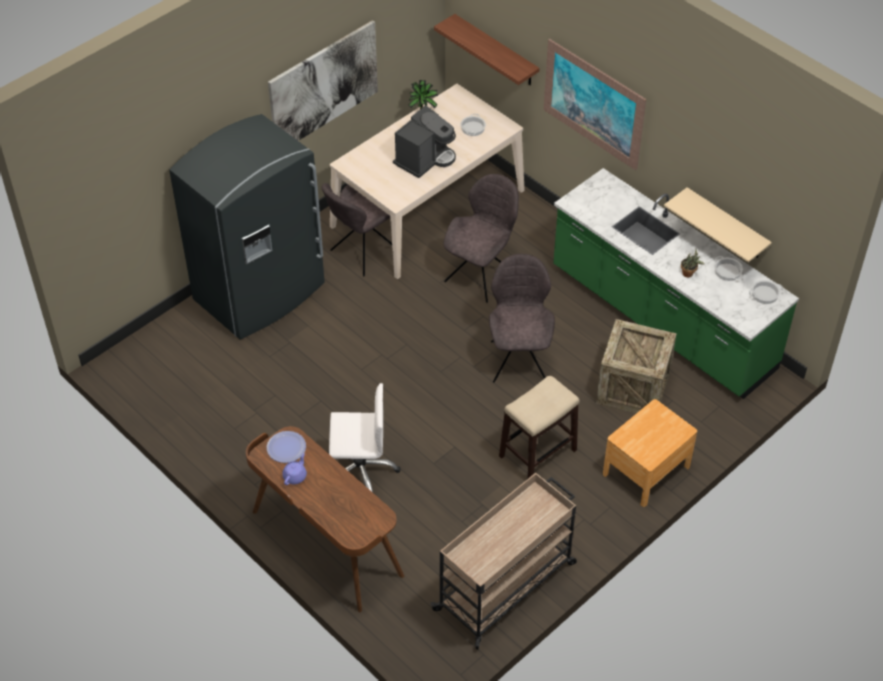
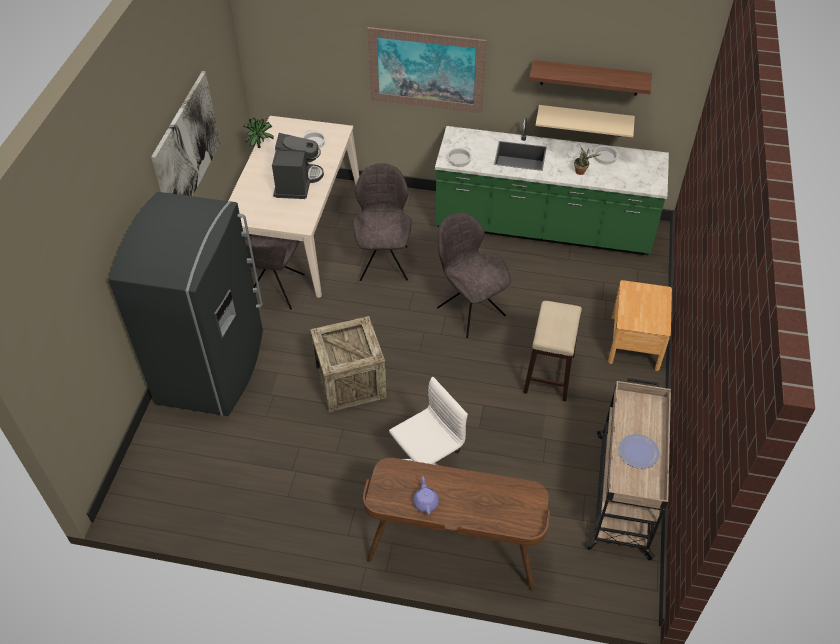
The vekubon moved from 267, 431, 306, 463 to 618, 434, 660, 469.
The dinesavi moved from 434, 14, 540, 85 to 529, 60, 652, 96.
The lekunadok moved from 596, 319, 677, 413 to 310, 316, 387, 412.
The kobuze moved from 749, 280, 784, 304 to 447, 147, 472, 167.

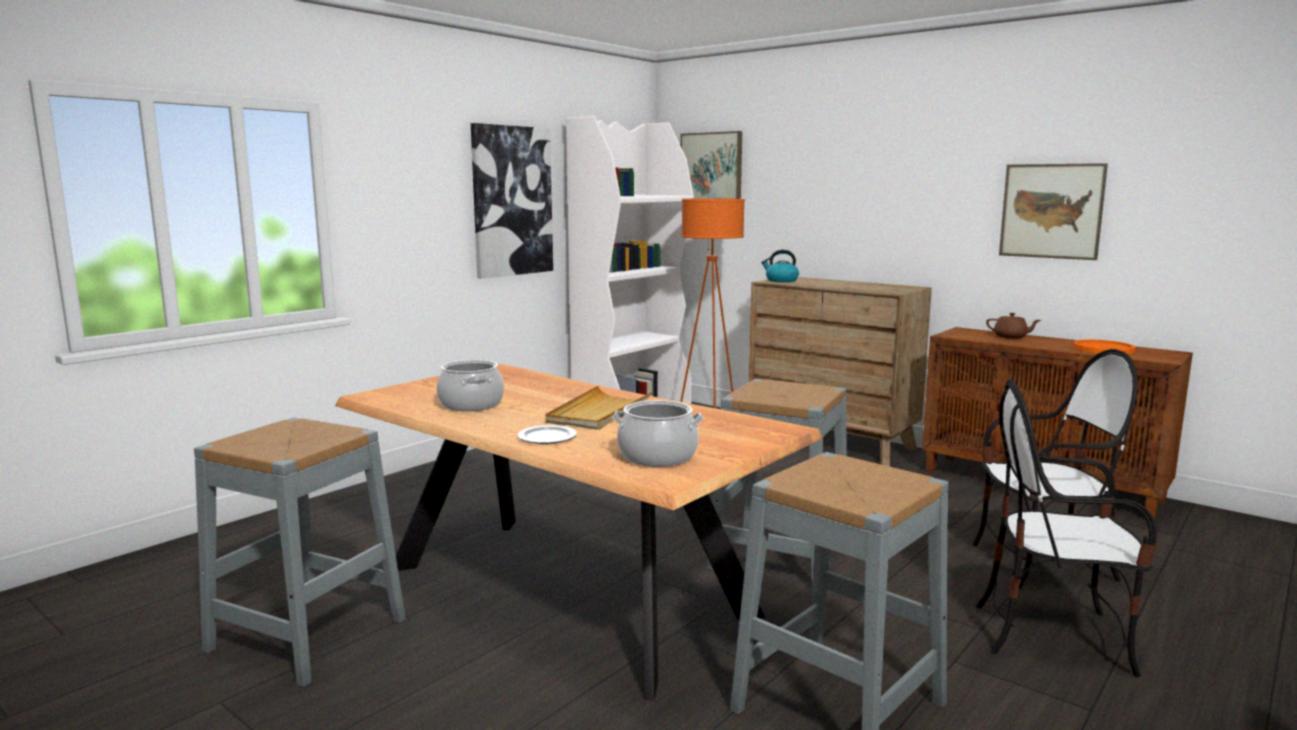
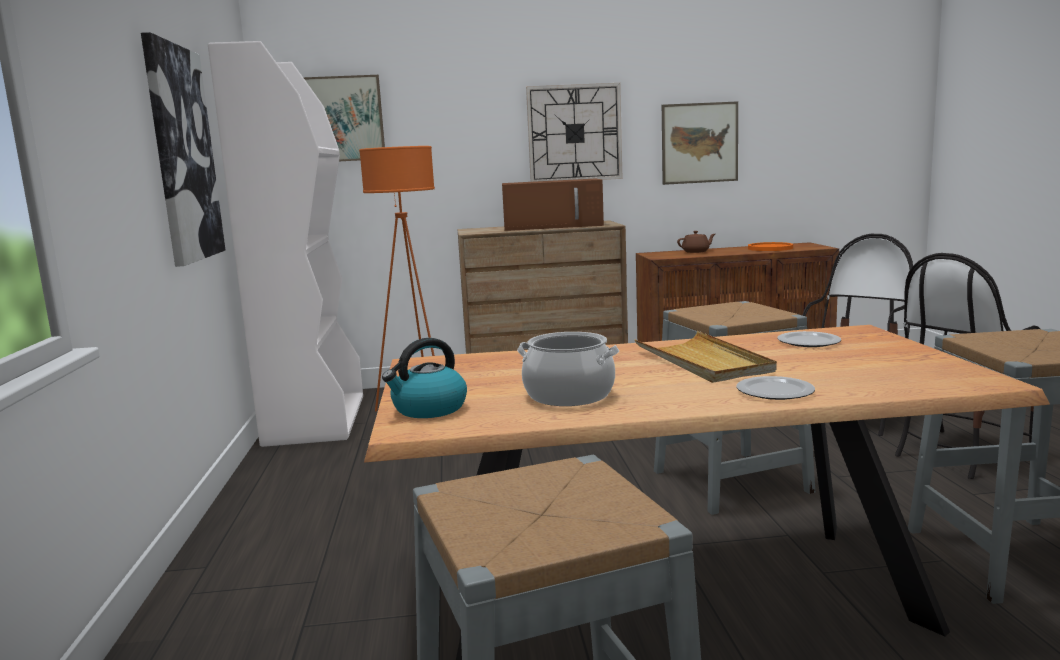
The kobuze at 613, 400, 703, 467 disappeared.
The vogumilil moved from 761, 250, 799, 282 to 382, 338, 467, 418.
The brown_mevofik at 502, 178, 604, 231 appeared.
The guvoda at 526, 83, 622, 182 appeared.
The vekubon at 777, 331, 841, 347 appeared.

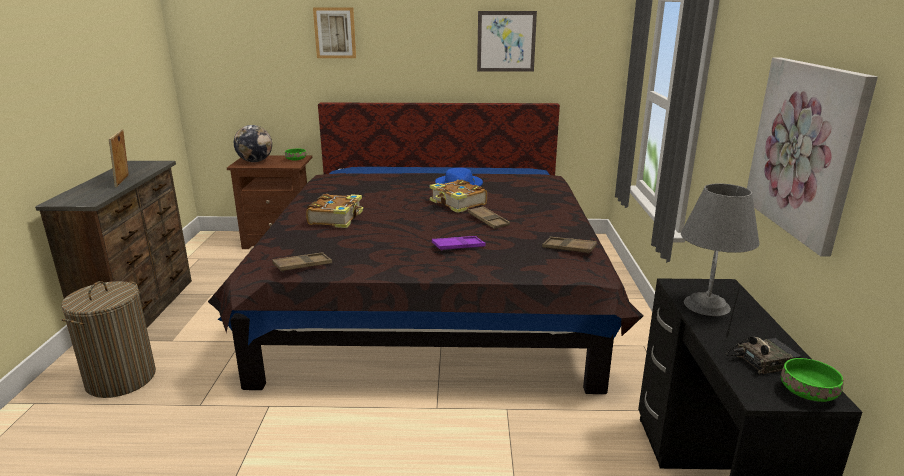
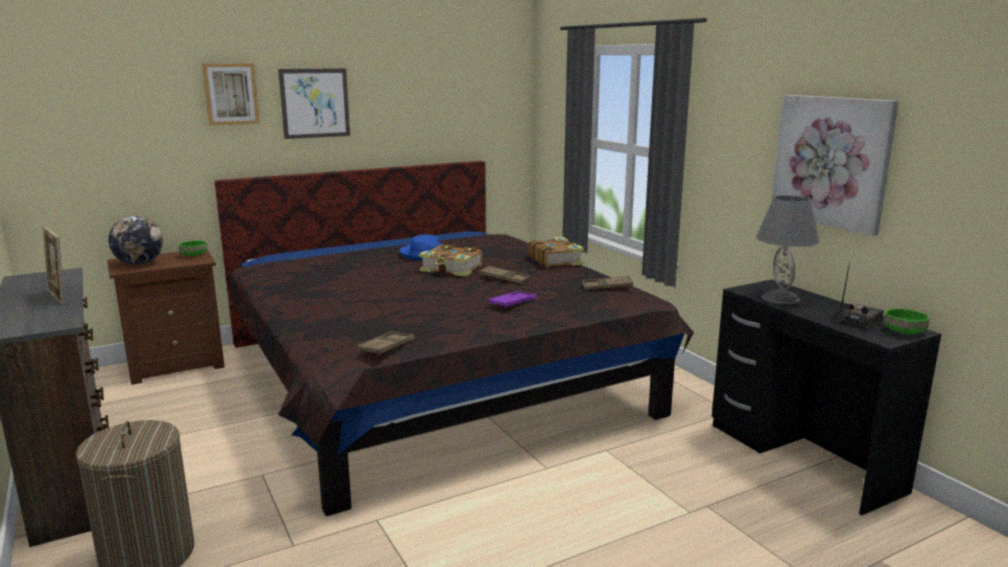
The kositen moved from 306, 194, 363, 228 to 528, 237, 584, 268.
The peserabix moved from 477, 11, 537, 72 to 278, 68, 350, 139.

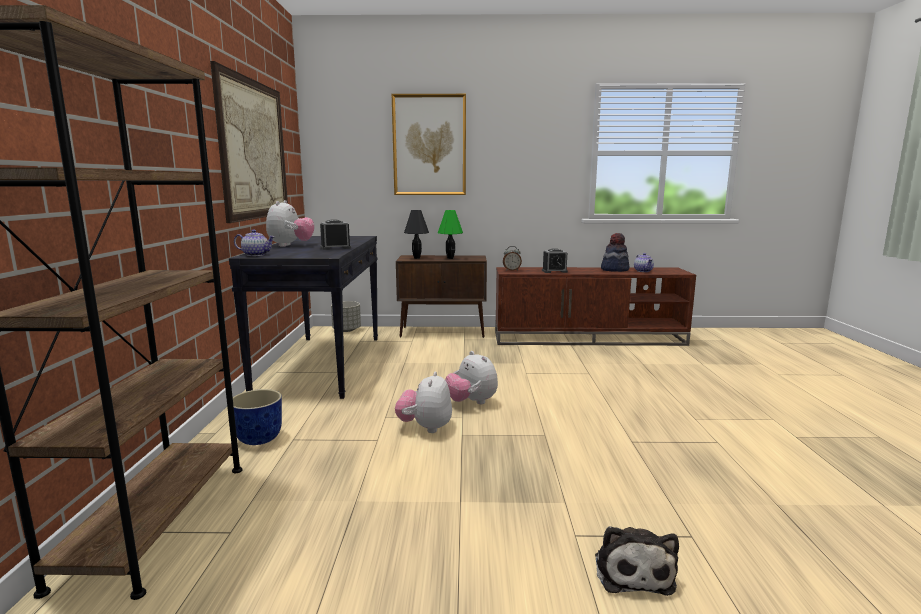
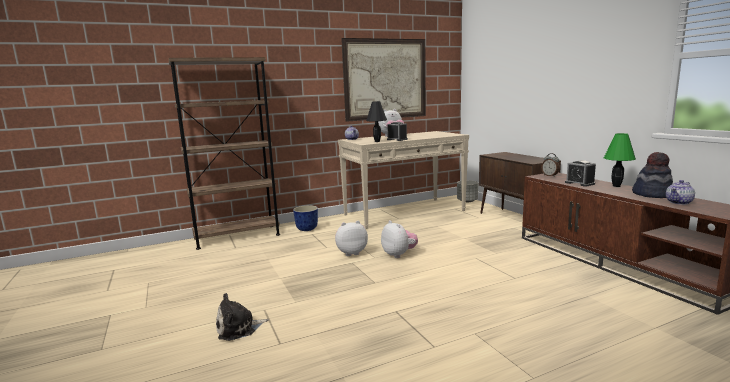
The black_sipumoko at 229, 236, 378, 399 became the beige_sipumoko at 338, 131, 469, 229.
The peserabix at 392, 94, 466, 195 disappeared.
The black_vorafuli moved from 404, 210, 429, 259 to 366, 101, 387, 142.
The green_vorafuli moved from 438, 210, 463, 259 to 604, 133, 636, 187.
The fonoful at 445, 351, 498, 404 turned 120 degrees clockwise.

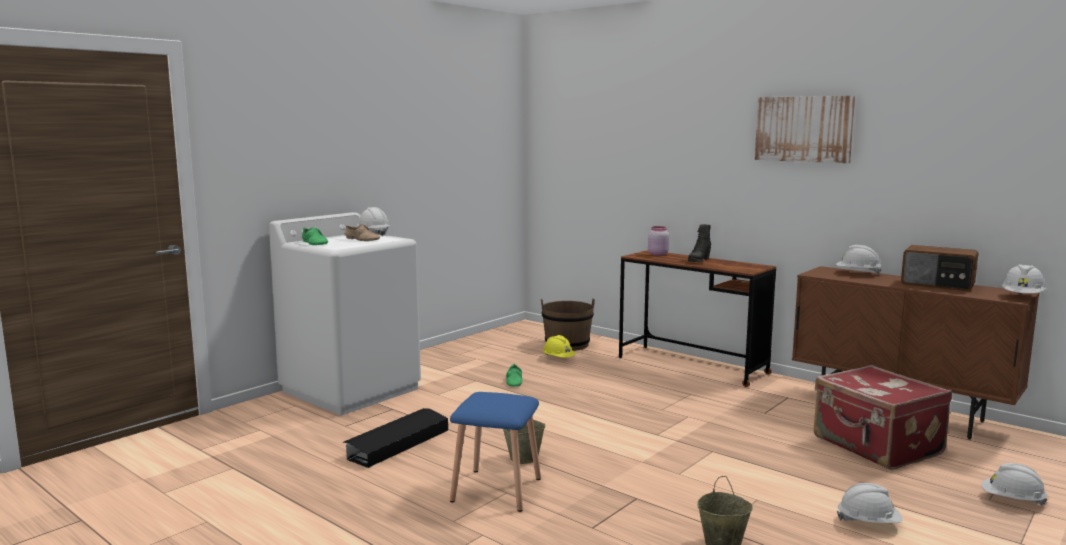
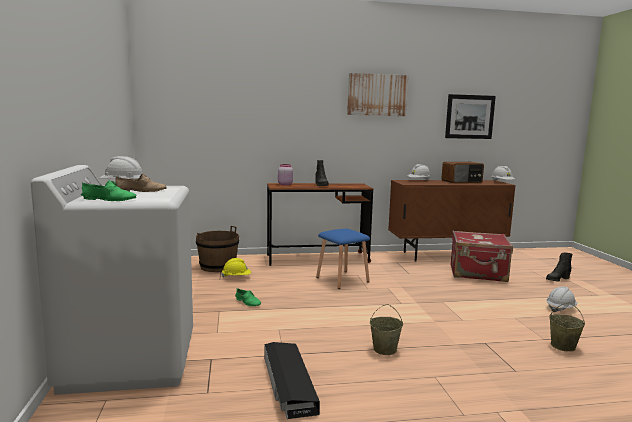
The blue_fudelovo moved from 450, 392, 541, 512 to 316, 229, 370, 289.
The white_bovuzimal at 981, 463, 1048, 505 was replaced by the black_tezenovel at 546, 253, 572, 281.
The peserabix at 445, 94, 496, 139 appeared.

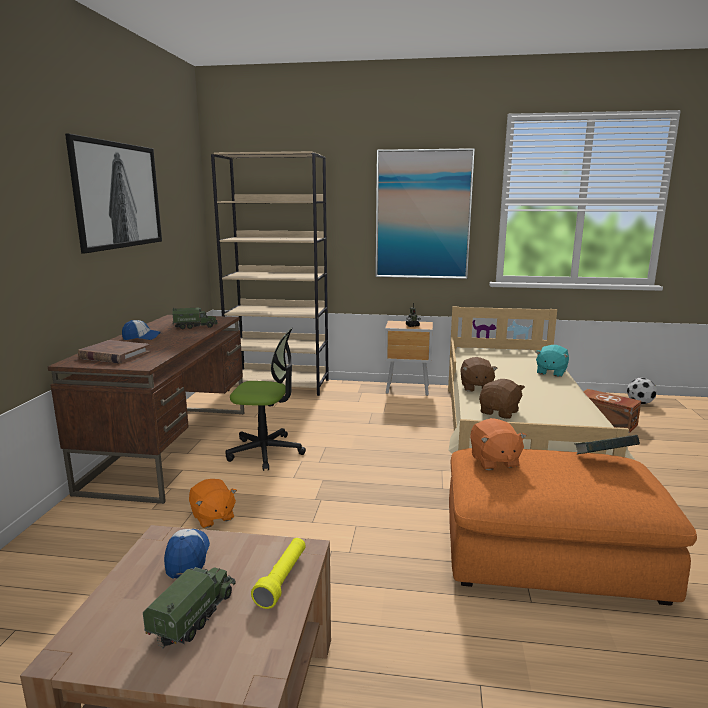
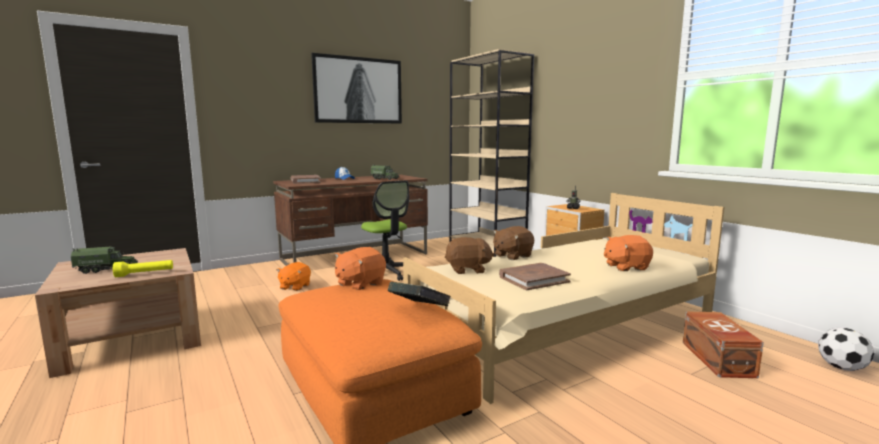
The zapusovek at 164, 529, 210, 579 disappeared.
The peserabix at 375, 148, 475, 279 disappeared.
The turquoise_fonoful at 535, 345, 569, 377 became the orange_fonoful at 604, 235, 653, 271.
The brown_kositen at 499, 263, 571, 290 appeared.

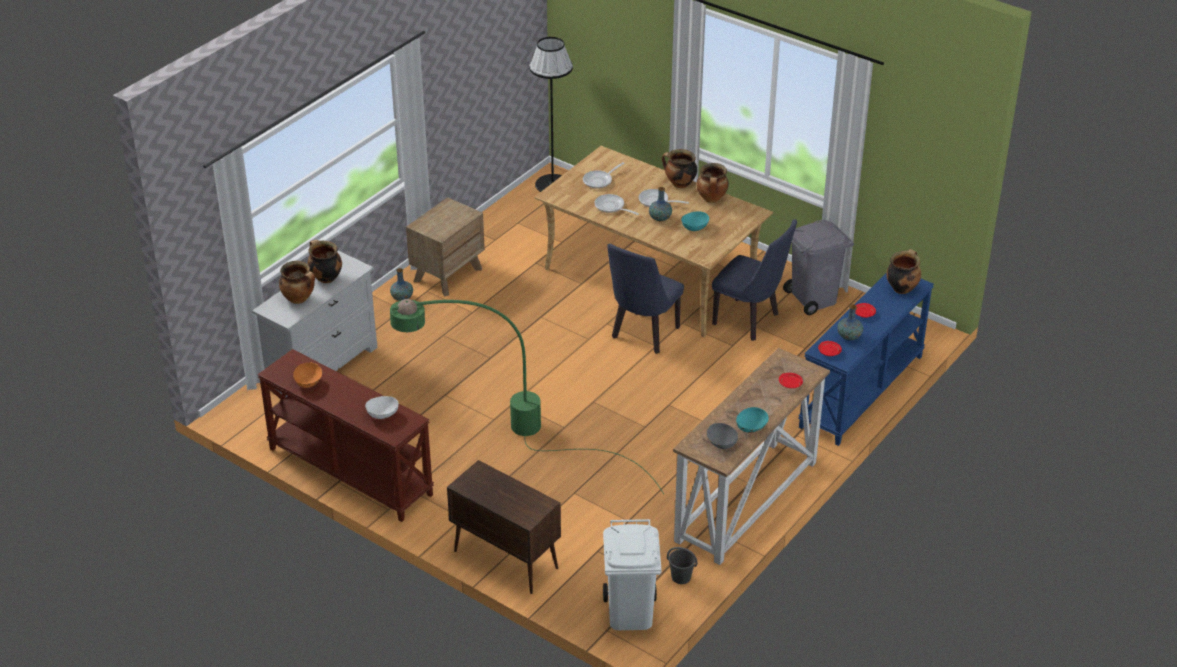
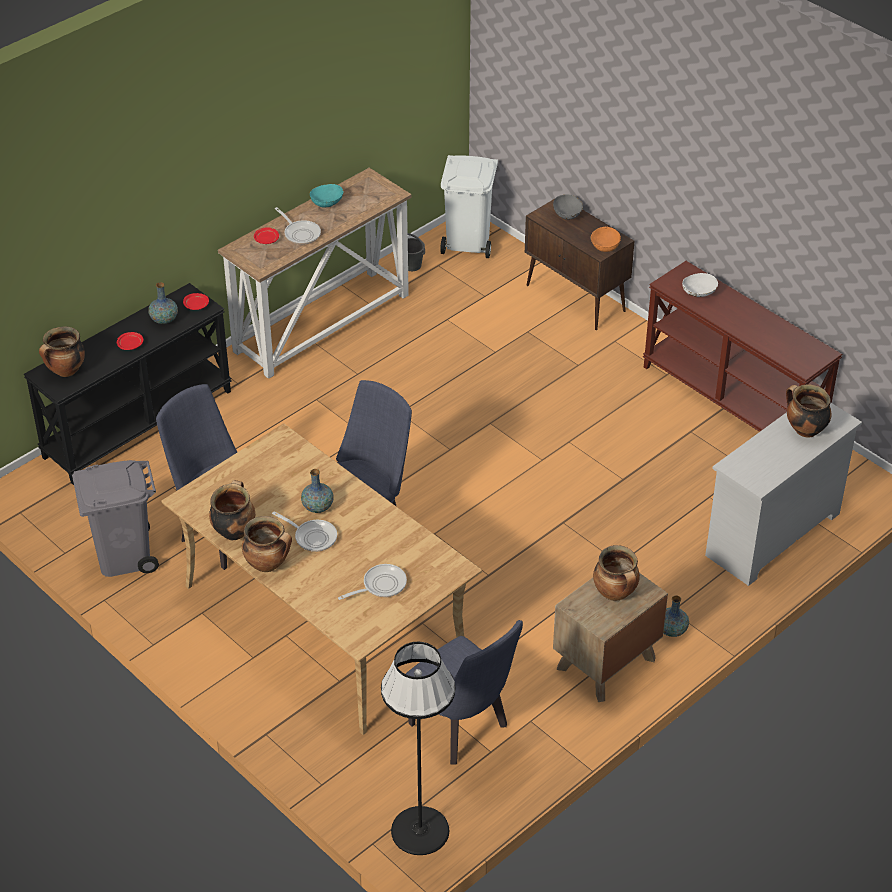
The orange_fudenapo moved from 293, 363, 322, 388 to 591, 227, 621, 252.
The kobuze moved from 308, 240, 342, 283 to 593, 545, 640, 601.
The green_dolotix at 390, 299, 664, 494 disappeared.
The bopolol moved from 595, 194, 639, 215 to 275, 207, 321, 245.
The turquoise_fudenapo at 681, 211, 709, 231 disappeared.
The grey_fudenapo moved from 707, 423, 738, 449 to 553, 194, 583, 220.
The blue_sipumoko at 798, 274, 934, 446 became the black_sipumoko at 24, 283, 231, 485.
The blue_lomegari at 406, 620, 523, 764 appeared.

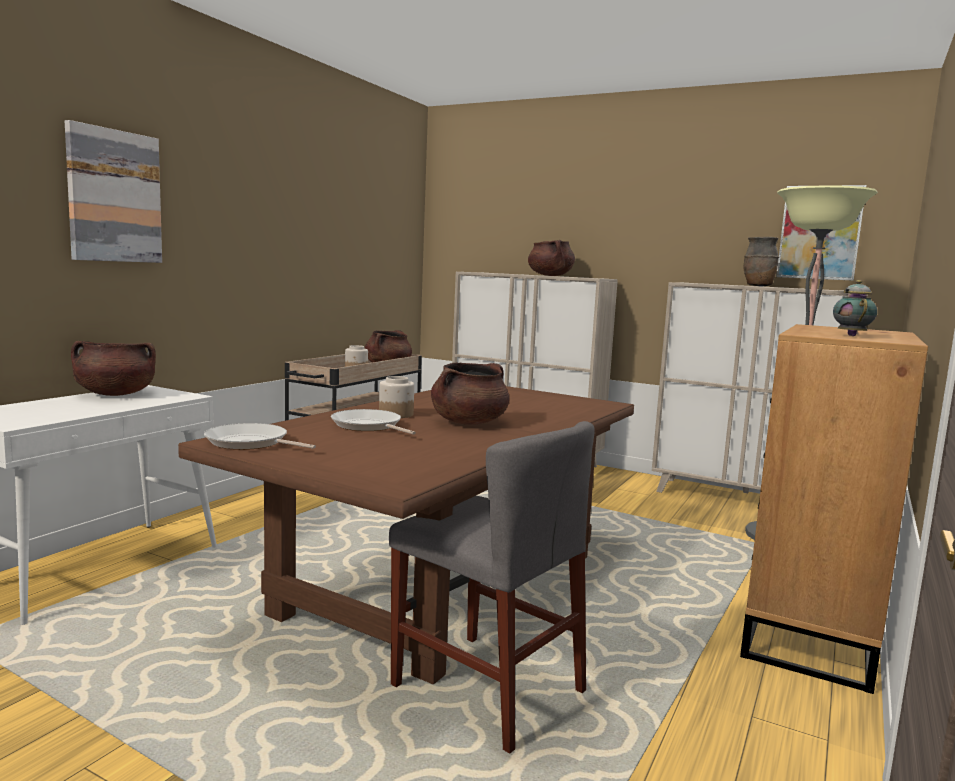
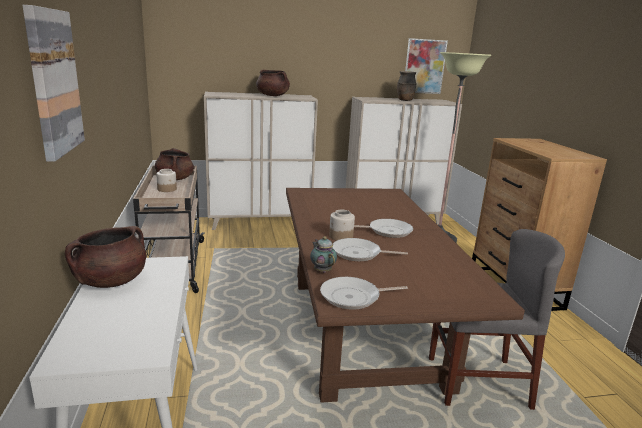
The brown_kobuze at 431, 362, 509, 425 was replaced by the bopolol at 354, 219, 413, 238.
The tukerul moved from 833, 280, 877, 336 to 310, 237, 337, 273.

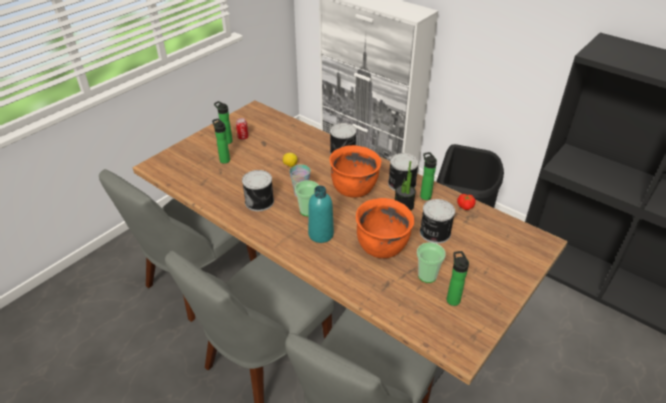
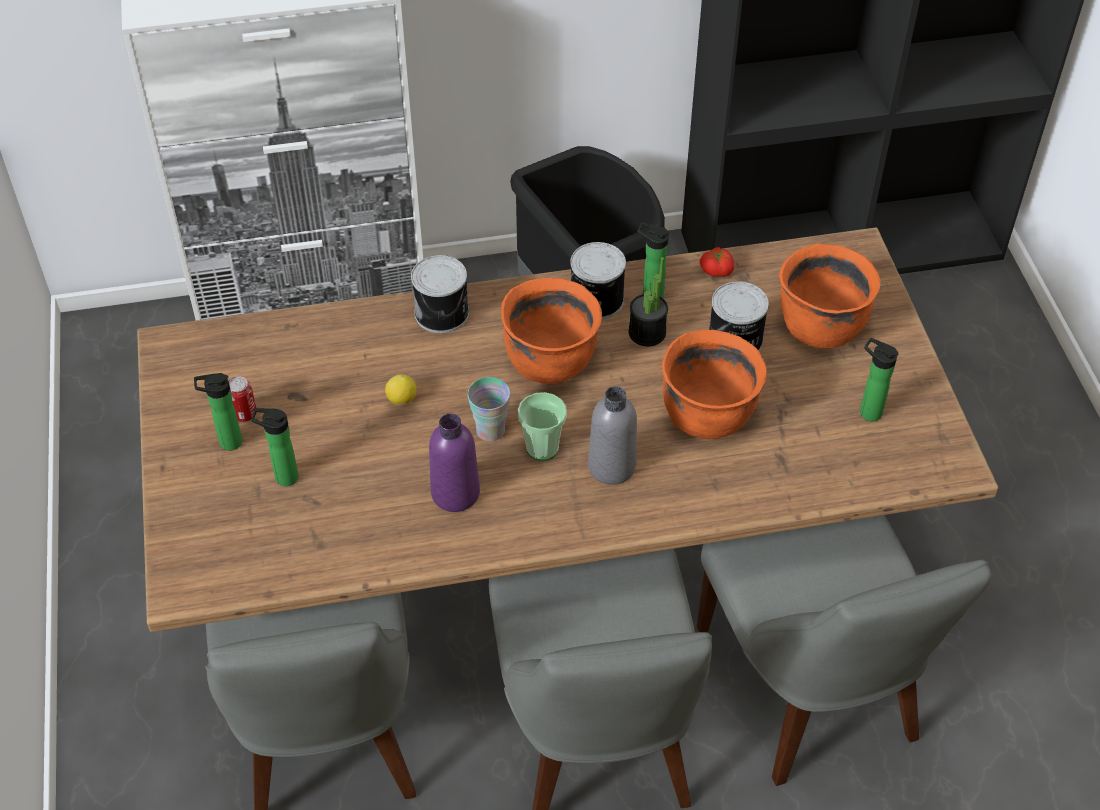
The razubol at 242, 170, 274, 211 was replaced by the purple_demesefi at 429, 414, 480, 512.
The turquoise_demesefi at 308, 185, 334, 243 became the grey_demesefi at 588, 386, 637, 485.
The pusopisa at 417, 242, 446, 283 disappeared.
The orange_kobuze at 779, 244, 881, 349 appeared.

